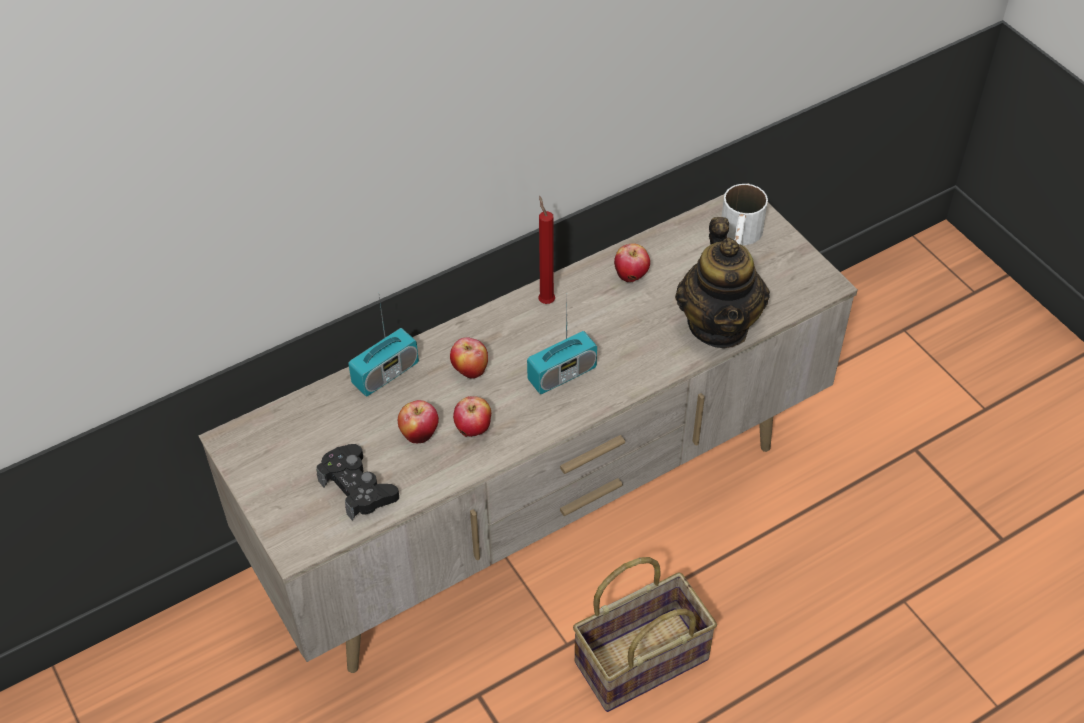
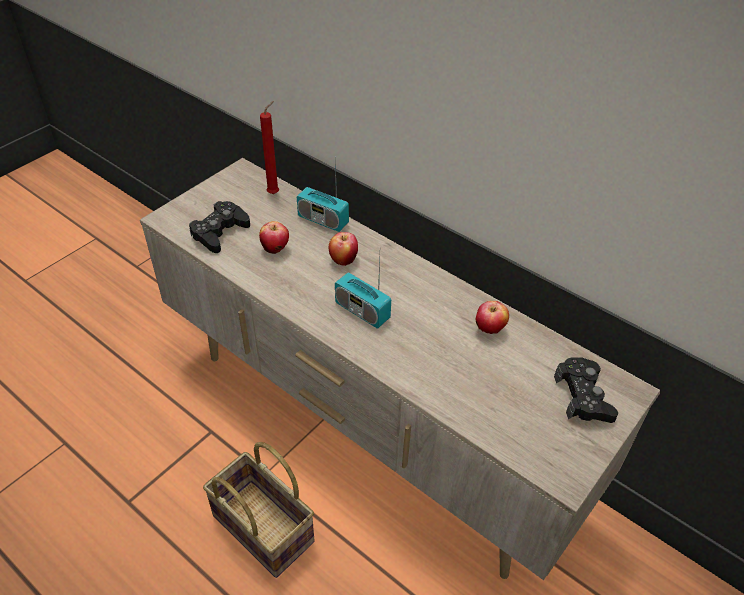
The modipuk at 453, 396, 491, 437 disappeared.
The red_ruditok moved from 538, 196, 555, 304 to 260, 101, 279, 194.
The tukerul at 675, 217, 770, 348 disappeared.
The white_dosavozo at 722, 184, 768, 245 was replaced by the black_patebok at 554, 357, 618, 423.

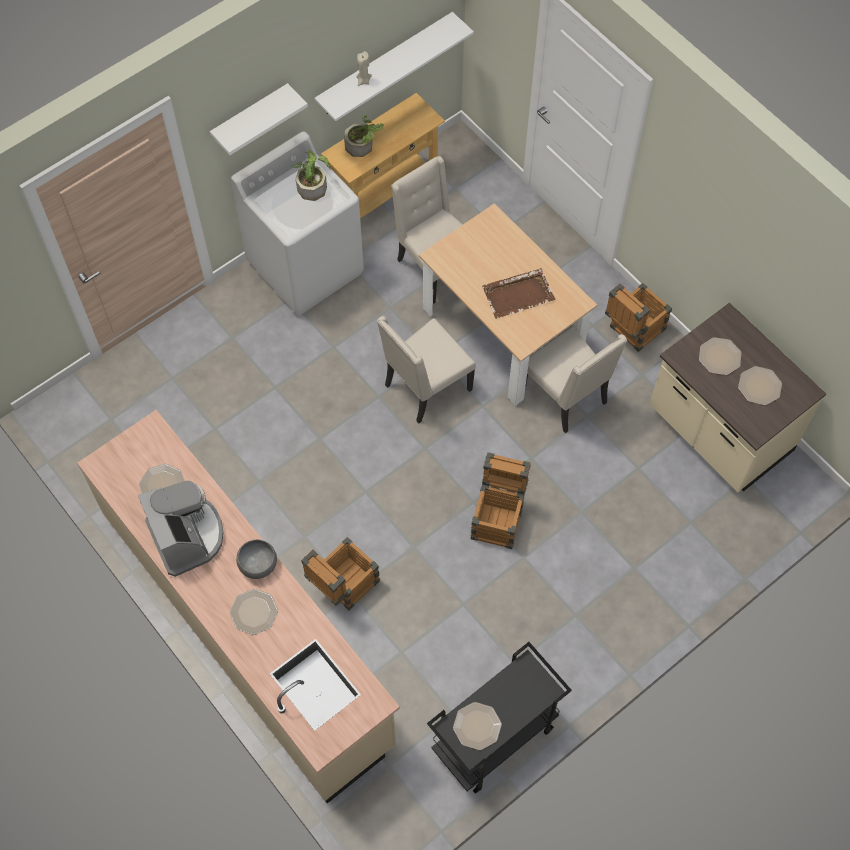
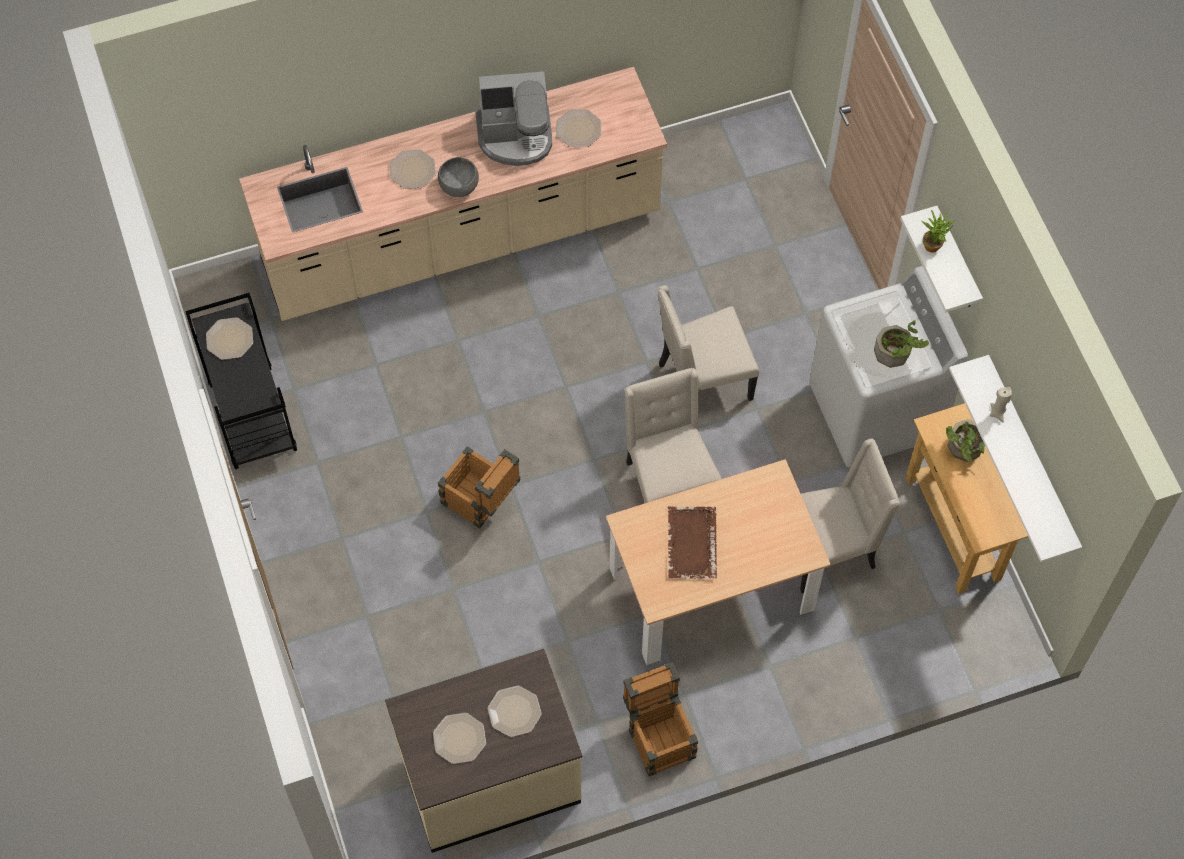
The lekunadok at 301, 537, 380, 610 disappeared.
The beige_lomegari moved from 525, 327, 627, 433 to 657, 285, 759, 401.
The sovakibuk at 921, 210, 955, 253 appeared.

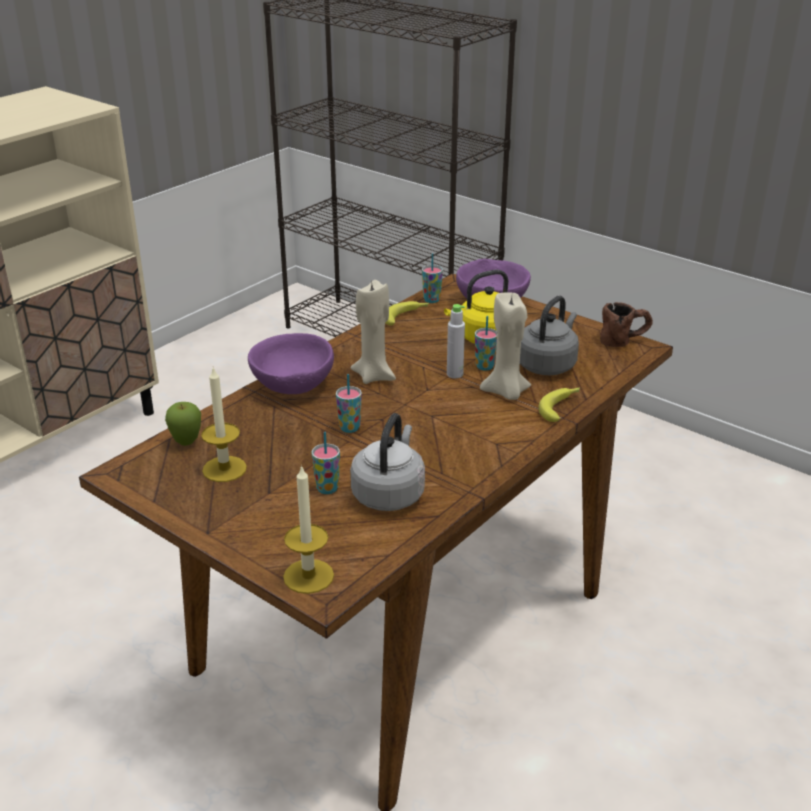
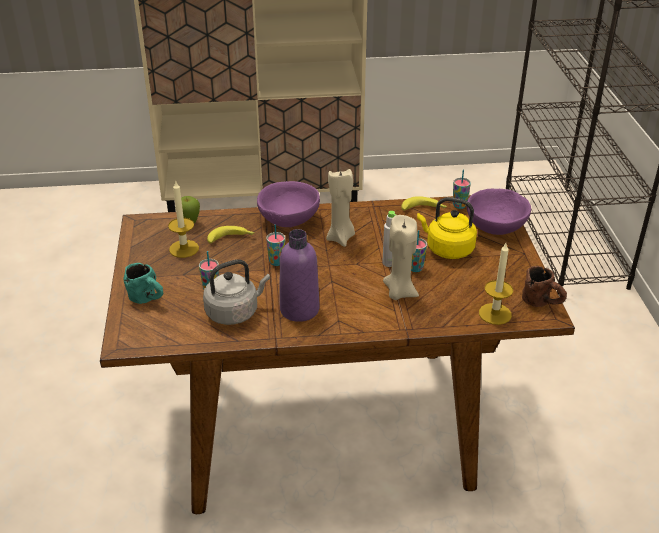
The ruditok moved from 283, 465, 334, 594 to 479, 243, 513, 325.
The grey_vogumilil at 520, 296, 579, 375 disappeared.
The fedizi moved from 538, 387, 580, 422 to 207, 226, 255, 244.
The turquoise_dosavozo at 123, 263, 163, 304 appeared.
The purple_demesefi at 280, 229, 320, 322 appeared.

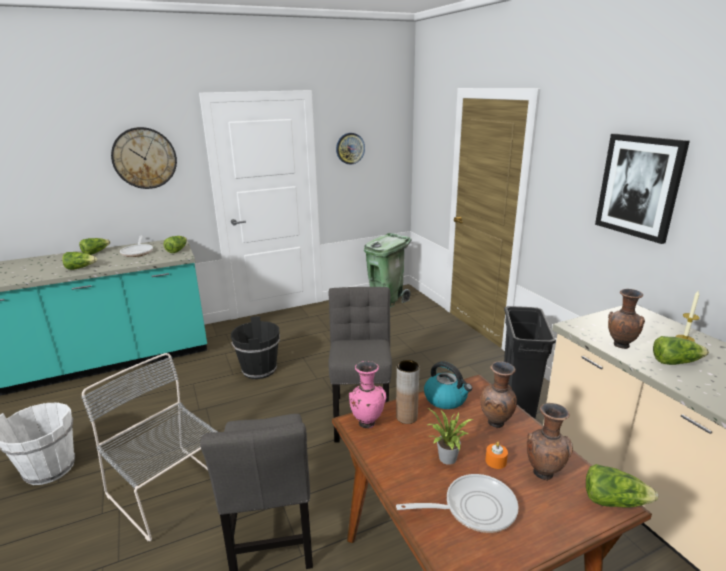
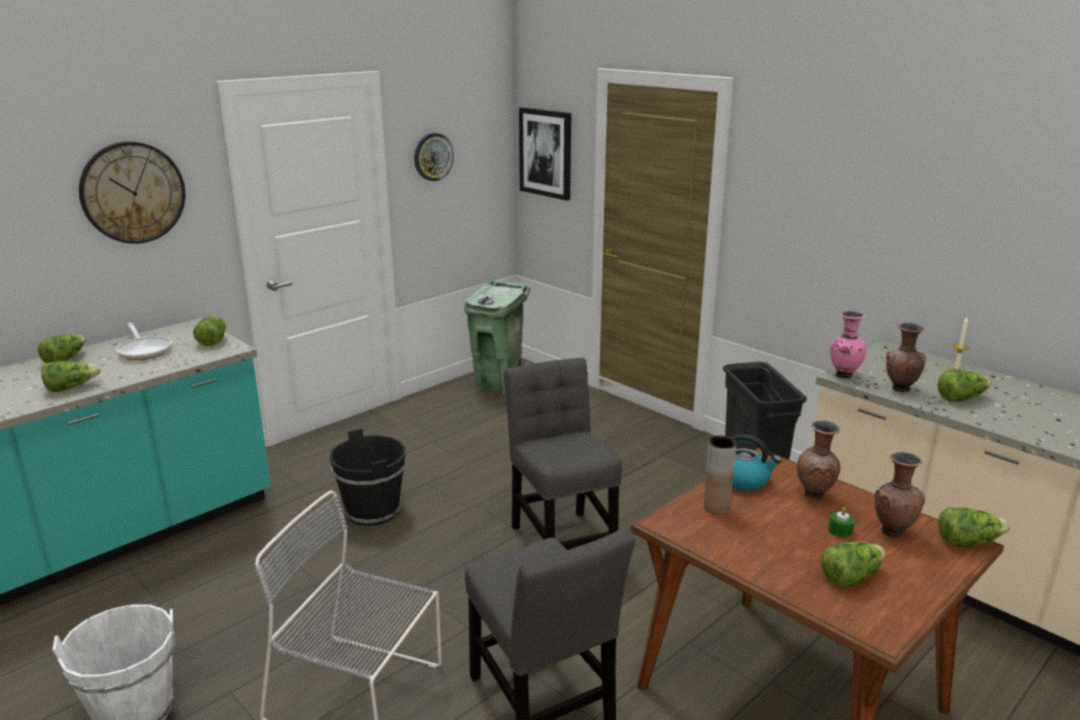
The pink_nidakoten moved from 349, 361, 386, 428 to 830, 311, 866, 378.
The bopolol at 396, 474, 519, 533 was replaced by the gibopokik at 820, 542, 885, 588.
The sovakibuk at 428, 408, 473, 465 disappeared.
The orange_ruditok at 486, 442, 508, 469 became the green_ruditok at 828, 507, 855, 538.
The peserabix moved from 595, 134, 690, 244 to 519, 107, 571, 201.

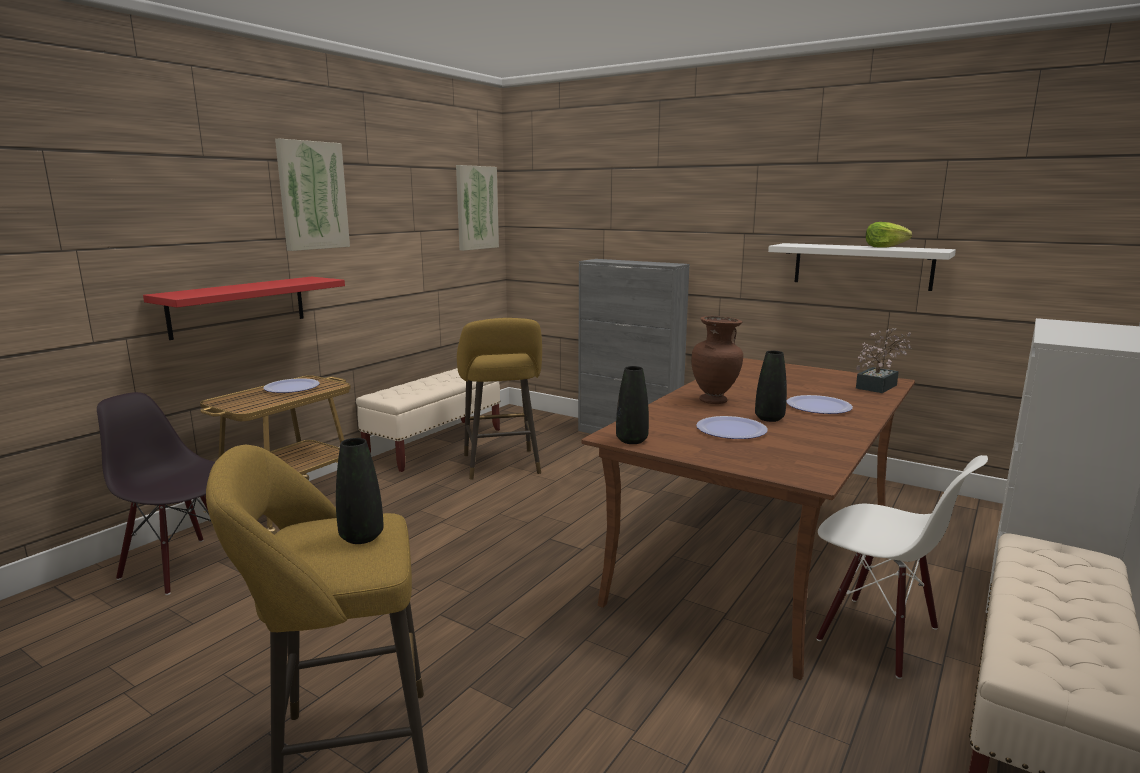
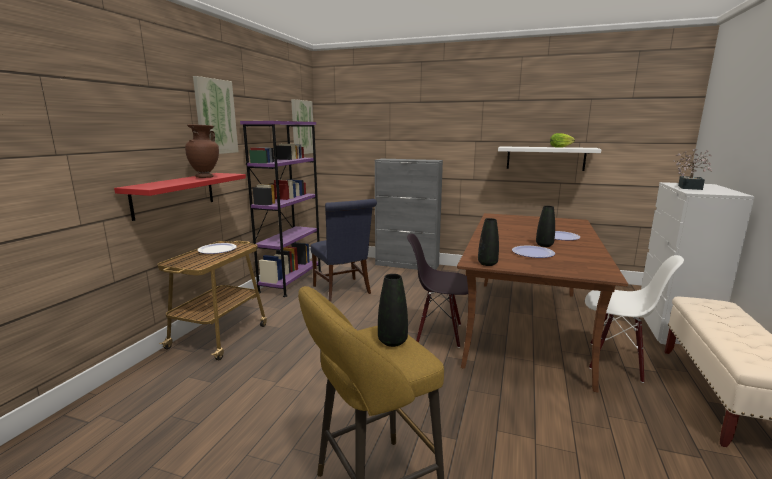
The black_lomegari moved from 97, 392, 215, 595 to 407, 233, 468, 348.
The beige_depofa at 356, 368, 500, 472 was replaced by the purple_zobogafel at 240, 121, 322, 297.
The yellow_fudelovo at 457, 318, 542, 480 was replaced by the blue_lomegari at 310, 199, 377, 302.
The brown_nidakoten moved from 691, 316, 743, 404 to 185, 124, 219, 178.
The sovakibuk moved from 856, 328, 911, 393 to 673, 149, 712, 190.

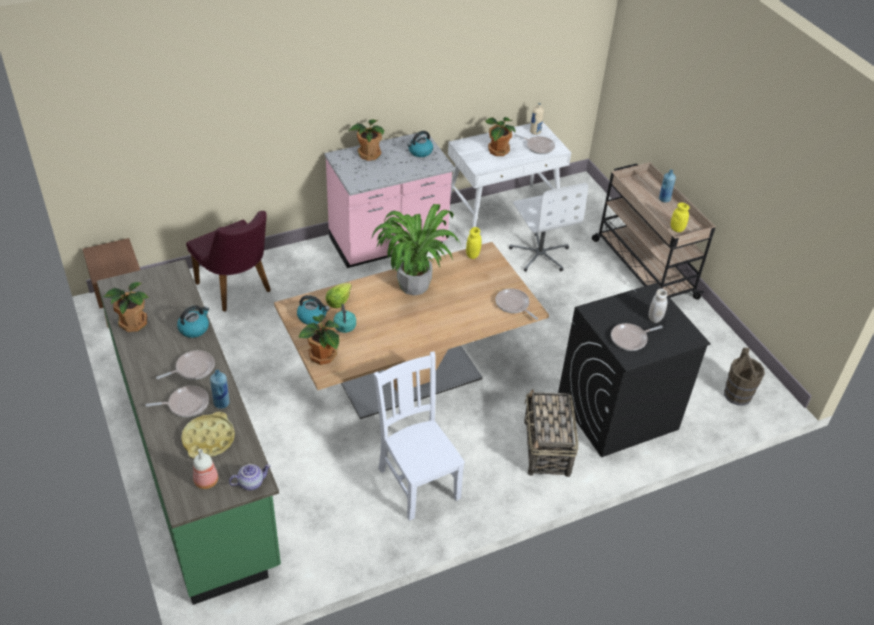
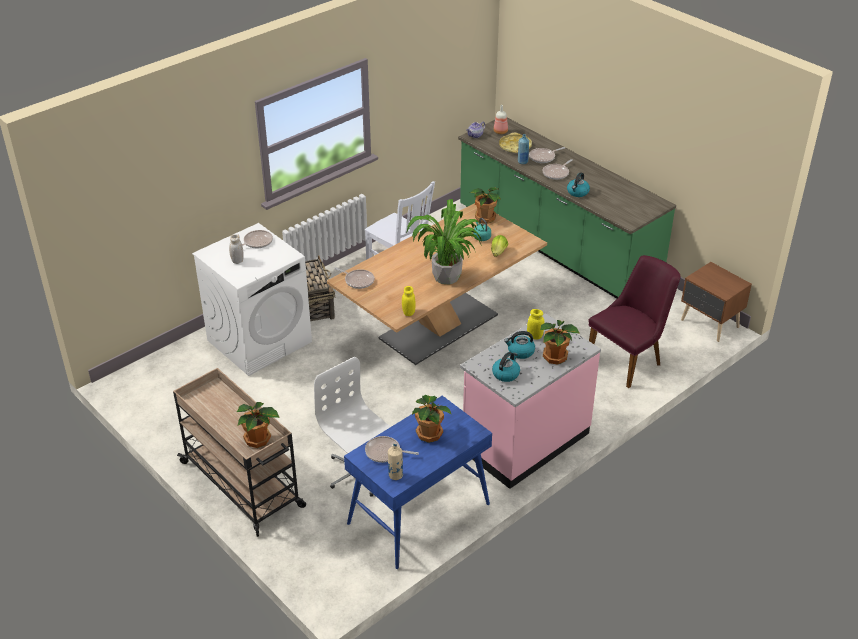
The sovakibuk moved from 103, 282, 149, 332 to 236, 402, 280, 448.
The purple_lomegari at 186, 211, 271, 312 turned 105 degrees clockwise.
The vogumilil moved from 297, 295, 330, 325 to 504, 331, 535, 359.
The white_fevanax at 448, 122, 571, 228 became the blue_fevanax at 344, 396, 492, 569.
The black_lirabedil at 558, 283, 711, 457 became the white_lirabedil at 192, 223, 312, 376.
The blue_demesefi at 659, 170, 676, 202 disappeared.
The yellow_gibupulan moved from 671, 202, 690, 232 to 527, 309, 545, 340.
The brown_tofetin at 724, 348, 765, 406 disappeared.

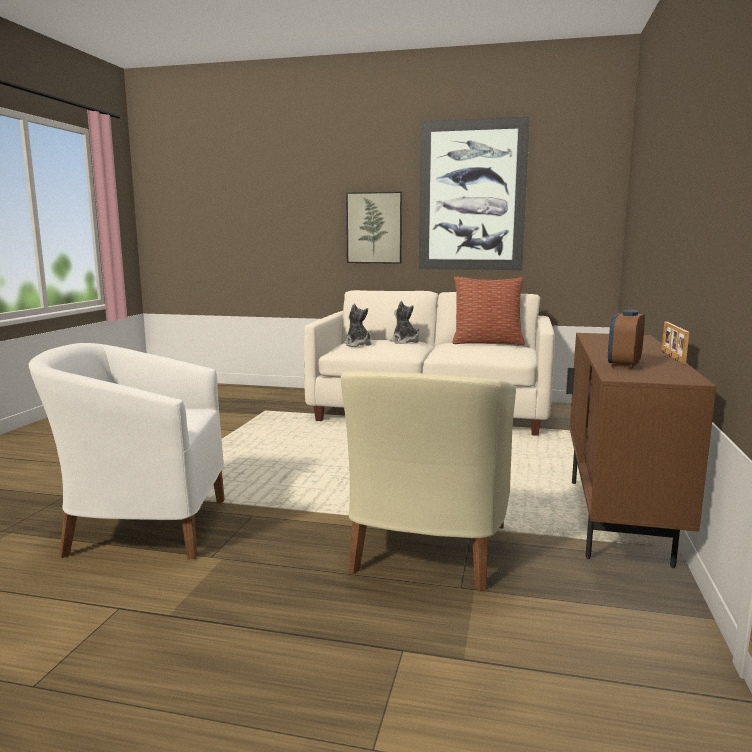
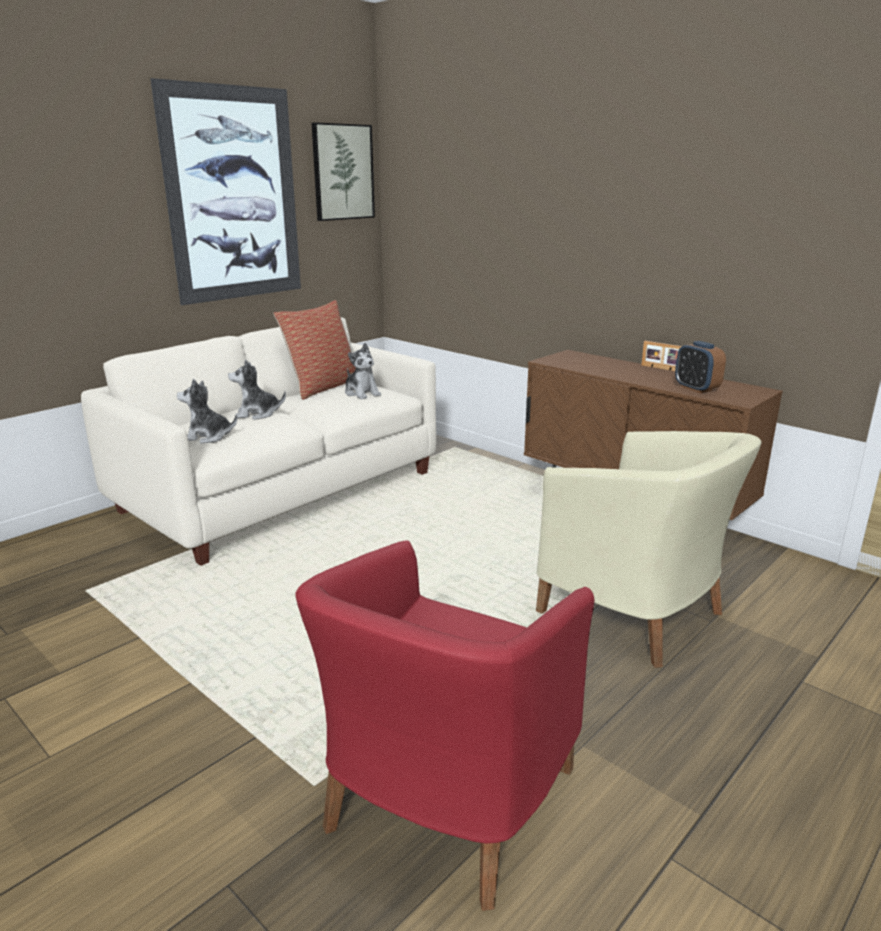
The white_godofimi at 29, 343, 225, 559 became the red_godofimi at 295, 540, 595, 911.
The peserabix moved from 346, 192, 402, 264 to 312, 122, 375, 221.
The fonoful at 345, 343, 381, 399 appeared.

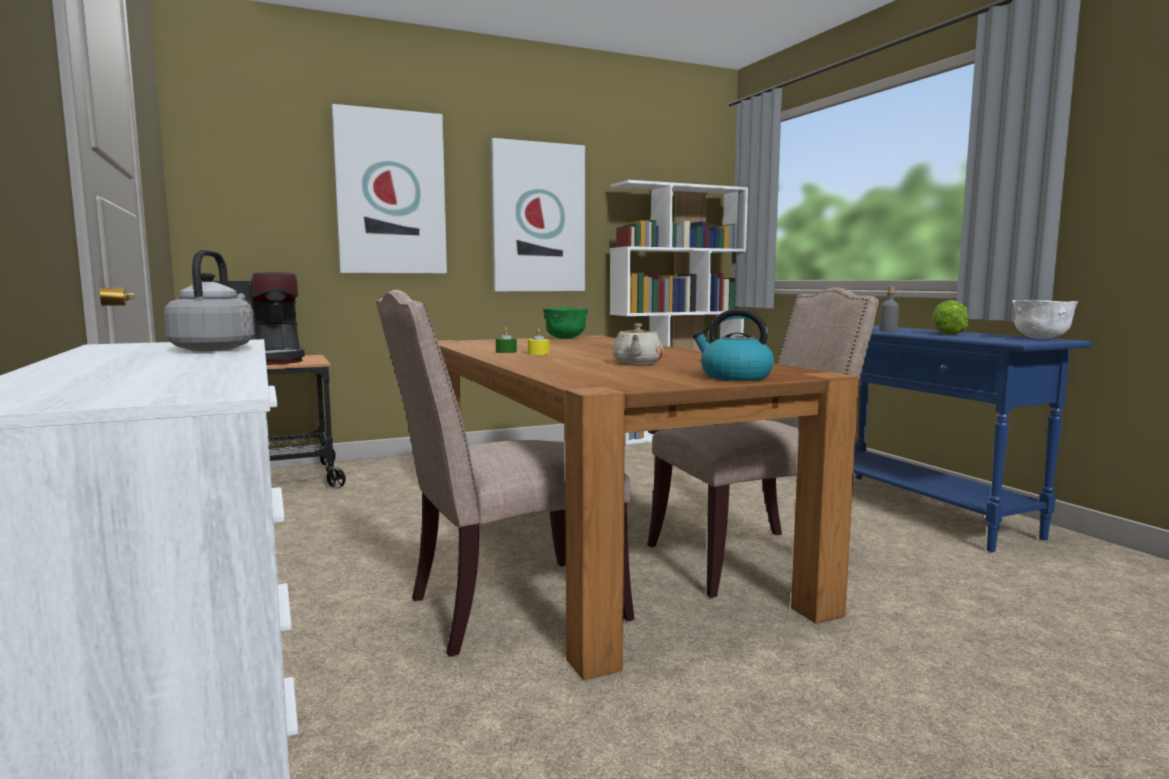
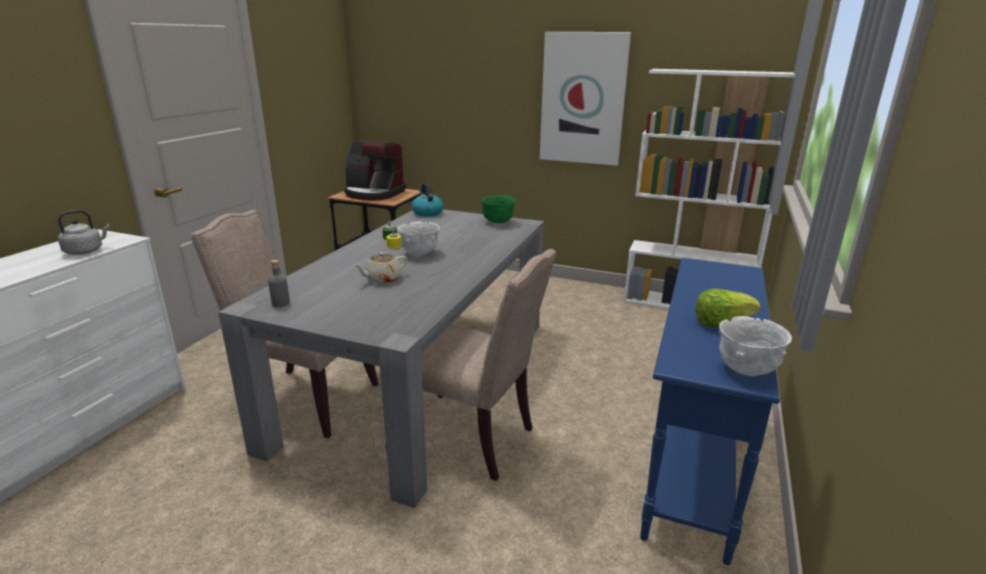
The peserabix at 331, 104, 447, 274 disappeared.
The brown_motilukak at 438, 335, 859, 680 became the grey_motilukak at 218, 209, 544, 508.
The vogumilil moved from 692, 309, 774, 381 to 412, 183, 444, 216.
The grey_demesefi moved from 879, 286, 899, 332 to 268, 260, 290, 307.
The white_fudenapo at 398, 222, 440, 255 appeared.

